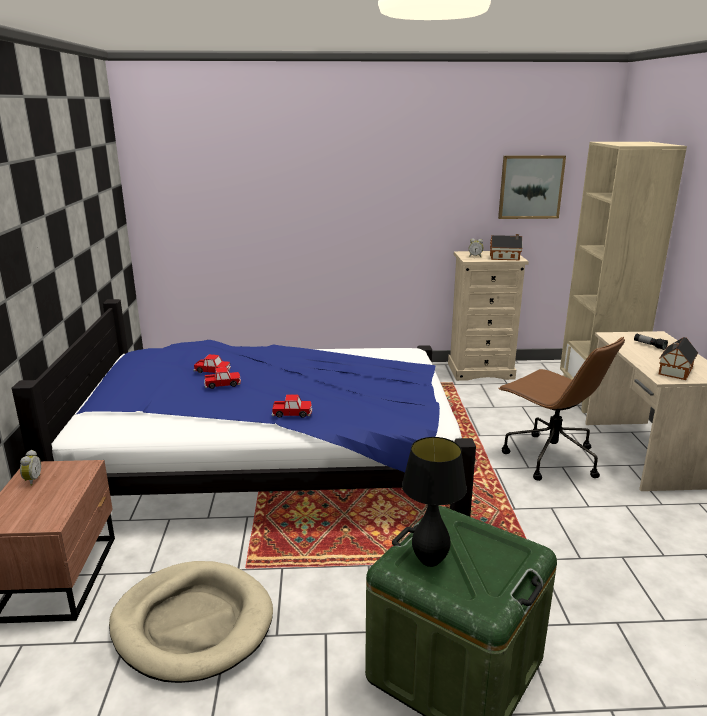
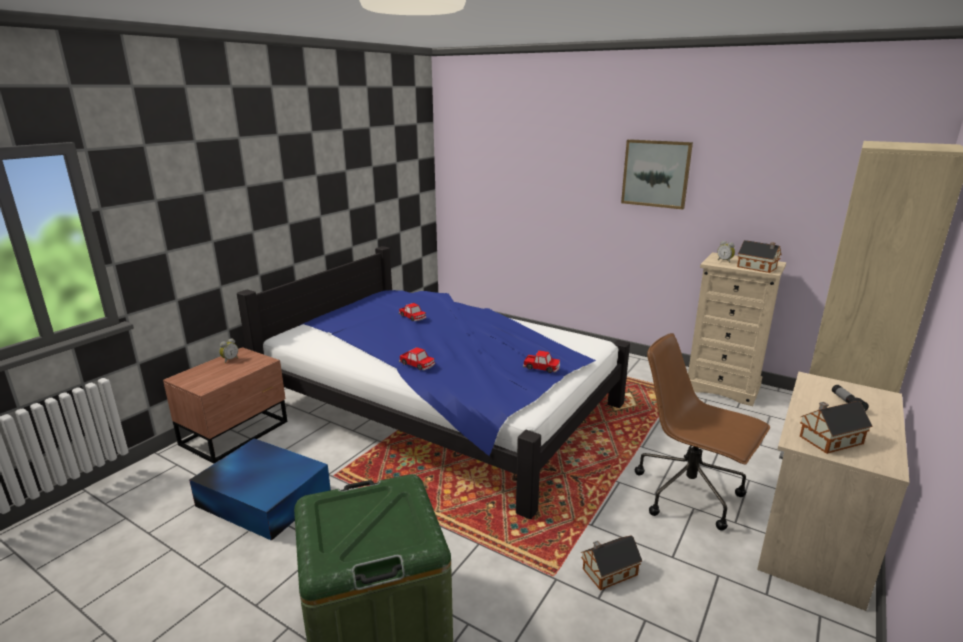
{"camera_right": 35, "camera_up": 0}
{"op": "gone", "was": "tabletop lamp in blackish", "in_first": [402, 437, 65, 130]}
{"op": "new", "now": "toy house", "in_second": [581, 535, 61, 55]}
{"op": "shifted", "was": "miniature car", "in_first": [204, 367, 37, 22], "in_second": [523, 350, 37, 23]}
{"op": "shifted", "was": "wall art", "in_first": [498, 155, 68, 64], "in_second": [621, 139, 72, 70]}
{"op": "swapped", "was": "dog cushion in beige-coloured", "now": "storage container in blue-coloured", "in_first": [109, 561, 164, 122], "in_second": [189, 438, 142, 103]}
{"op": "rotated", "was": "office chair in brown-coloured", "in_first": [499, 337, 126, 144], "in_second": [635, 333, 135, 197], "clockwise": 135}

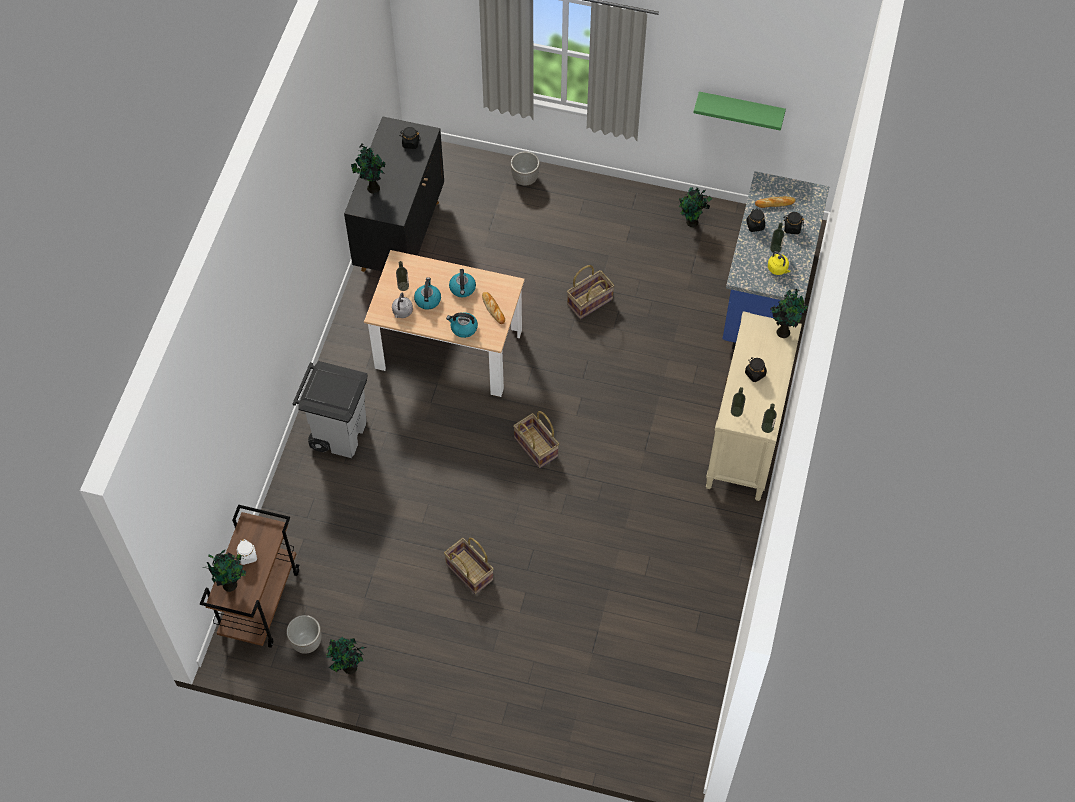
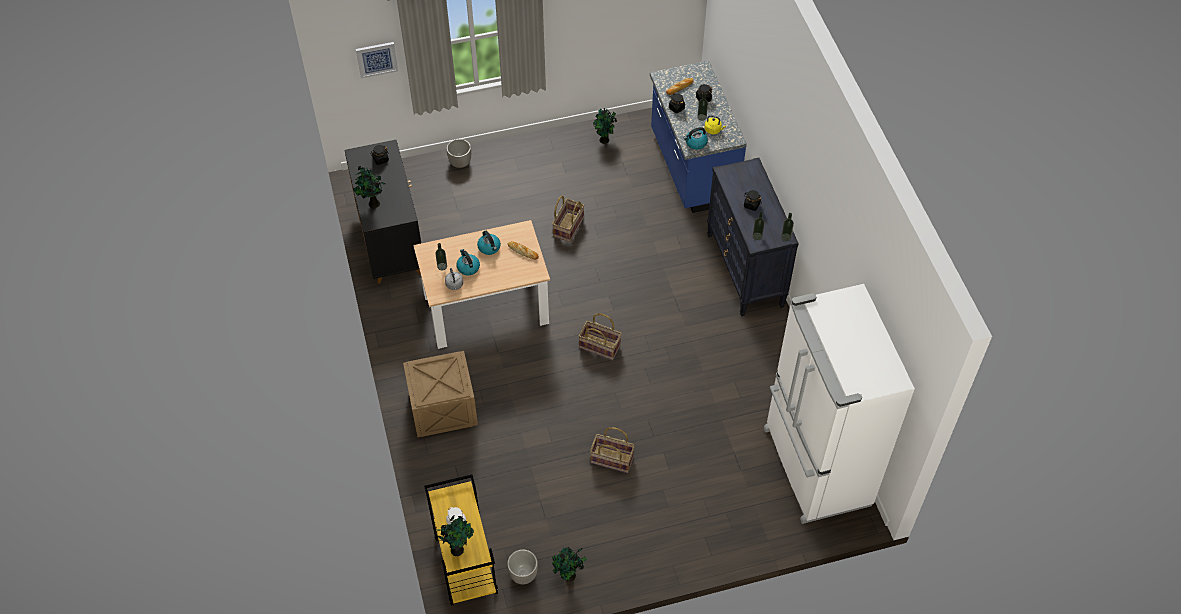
{"camera_right": -30, "camera_up": -5}
{"op": "gone", "was": "wall shelf in green", "in_first": [694, 92, 92, 39]}
{"op": "gone", "was": "houseplant", "in_first": [770, 289, 38, 49]}
{"op": "new", "now": "wall art", "in_second": [356, 42, 42, 36]}
{"op": "new", "now": "kitchen fridge in white-coloured", "in_second": [764, 284, 151, 240]}
{"op": "shifted", "was": "kettle", "in_first": [446, 312, 32, 26], "in_second": [683, 127, 25, 23]}
{"op": "swapped", "was": "waste bin in gray", "now": "shipping crate", "in_first": [292, 361, 75, 97], "in_second": [403, 351, 75, 86]}
{"op": "repainted", "was": "cart in brown-coloured", "now": "cart in yellow-coloured", "in_first": [200, 504, 99, 144], "in_second": [424, 474, 74, 132]}
{"op": "repainted", "was": "chest of drawers in beige-coloured", "now": "chest of drawers in blackish", "in_first": [706, 311, 96, 190], "in_second": [707, 158, 92, 158]}

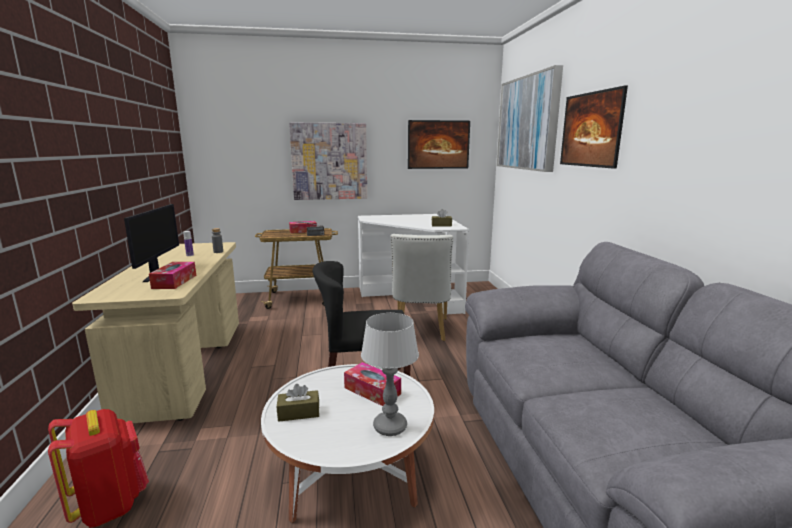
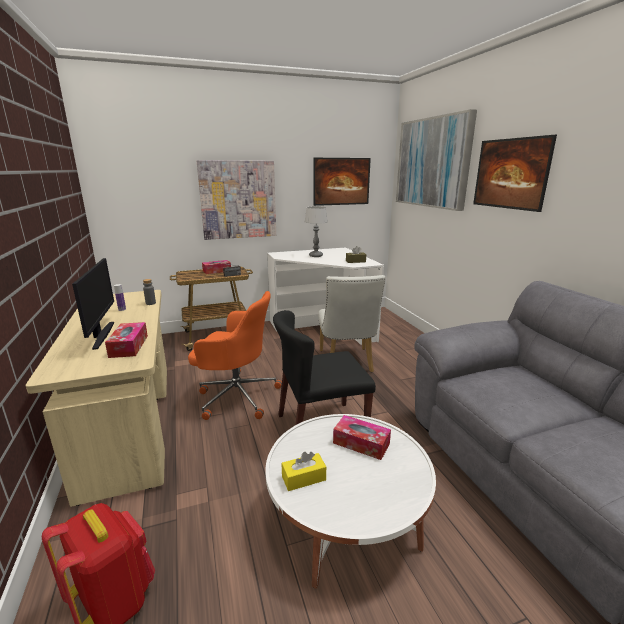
{"camera_right": -10, "camera_up": 5}
{"op": "new", "now": "office chair in orange-coloured", "in_second": [188, 291, 94, 129]}
{"op": "shifted", "was": "tabletop lamp", "in_first": [361, 313, 58, 123], "in_second": [305, 206, 23, 51]}
{"op": "repainted", "was": "tissue box in brown-coloured", "now": "tissue box in yellow-coloured", "in_first": [277, 384, 42, 38], "in_second": [282, 452, 44, 39]}

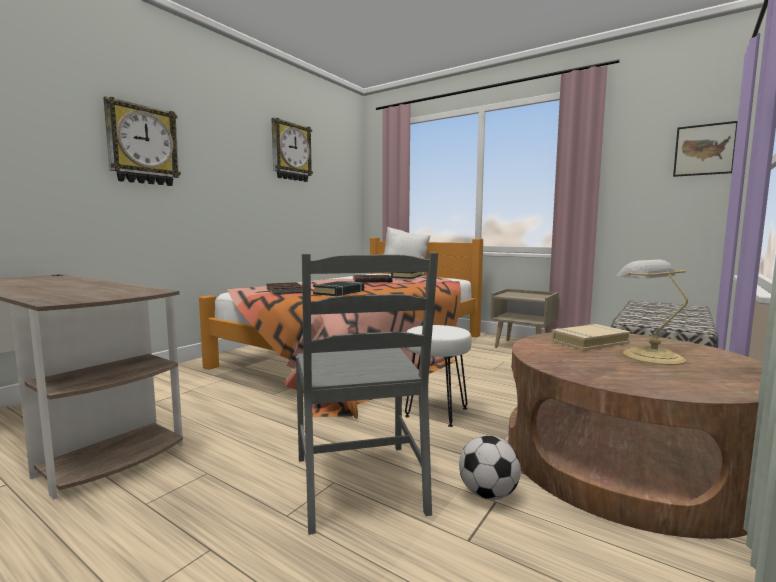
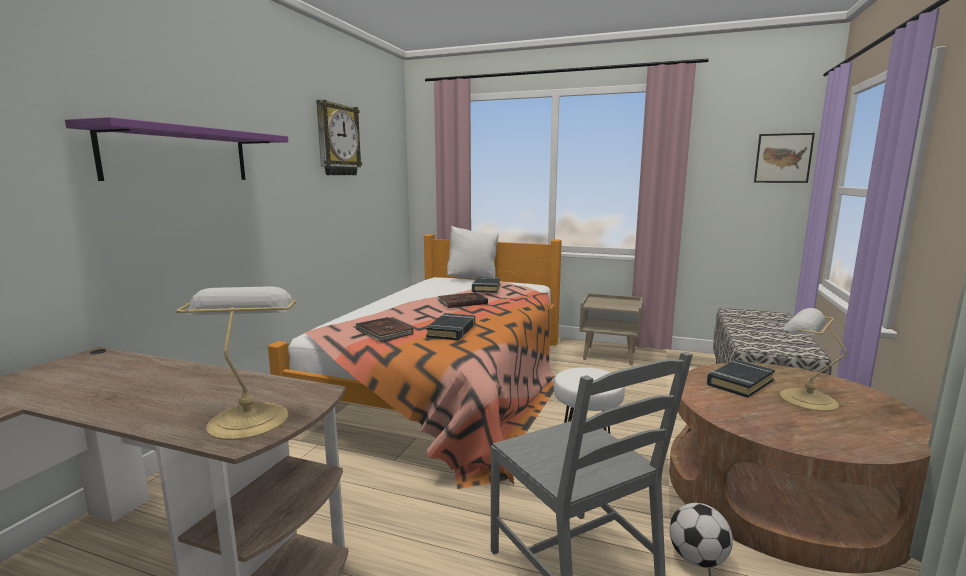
{"camera_right": -15, "camera_up": 5}
{"op": "new", "now": "tabletop lamp", "in_second": [175, 286, 121, 154]}
{"op": "swapped", "was": "wall clock", "now": "wall shelf in purplish", "in_first": [103, 96, 78, 90], "in_second": [65, 117, 223, 64]}
{"op": "repainted", "was": "volume in beige-coloured", "now": "volume in blackish", "in_first": [551, 324, 80, 27], "in_second": [707, 359, 68, 39]}

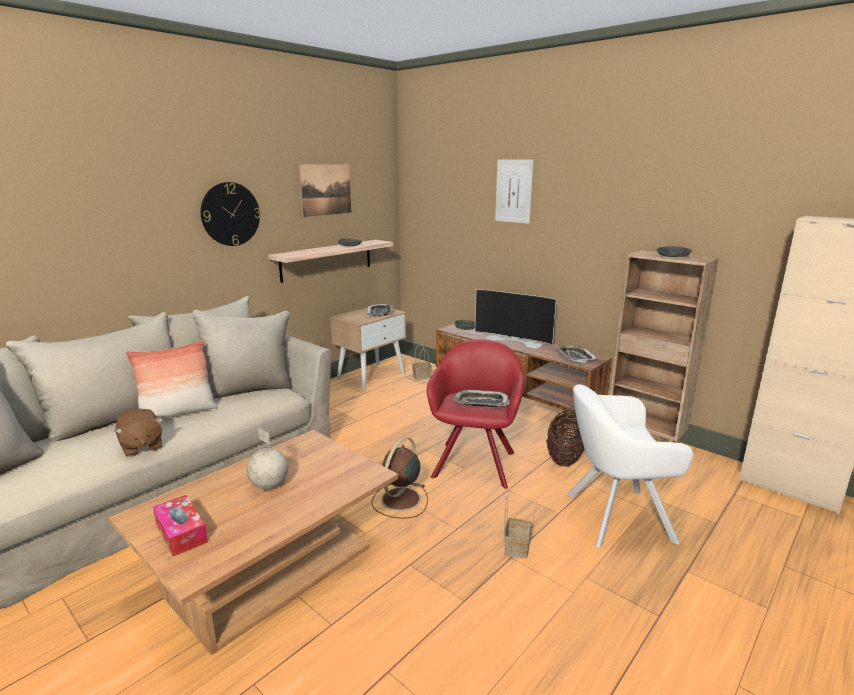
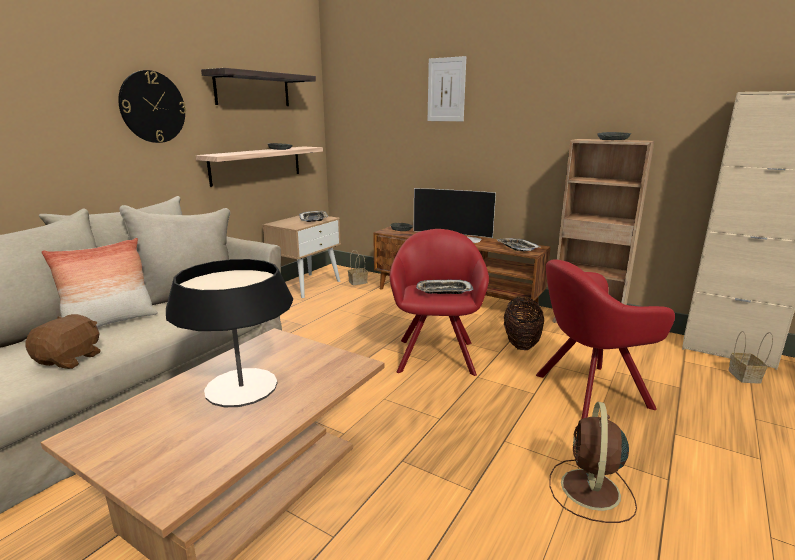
{"camera_right": -10, "camera_up": 0}
{"op": "gone", "was": "tissue box", "in_first": [153, 495, 55, 62]}
{"op": "shifted", "was": "electric fan in brown-coloured", "in_first": [372, 437, 56, 82], "in_second": [549, 402, 88, 121]}
{"op": "shifted", "was": "household basket", "in_first": [504, 496, 33, 63], "in_second": [728, 331, 45, 52]}
{"op": "swapped", "was": "globe", "now": "tabletop lamp", "in_first": [246, 428, 42, 61], "in_second": [166, 259, 127, 148]}
{"op": "swapped", "was": "wall art", "now": "wall shelf", "in_first": [299, 164, 52, 53], "in_second": [201, 68, 115, 38]}
{"op": "repainted", "was": "lounge chair in white-coloured", "now": "lounge chair in red-coloured", "in_first": [568, 384, 125, 164], "in_second": [536, 259, 139, 160]}
{"op": "rotated", "was": "plush toy in brown-coloured", "in_first": [114, 409, 49, 48], "in_second": [25, 314, 76, 55], "clockwise": -120}

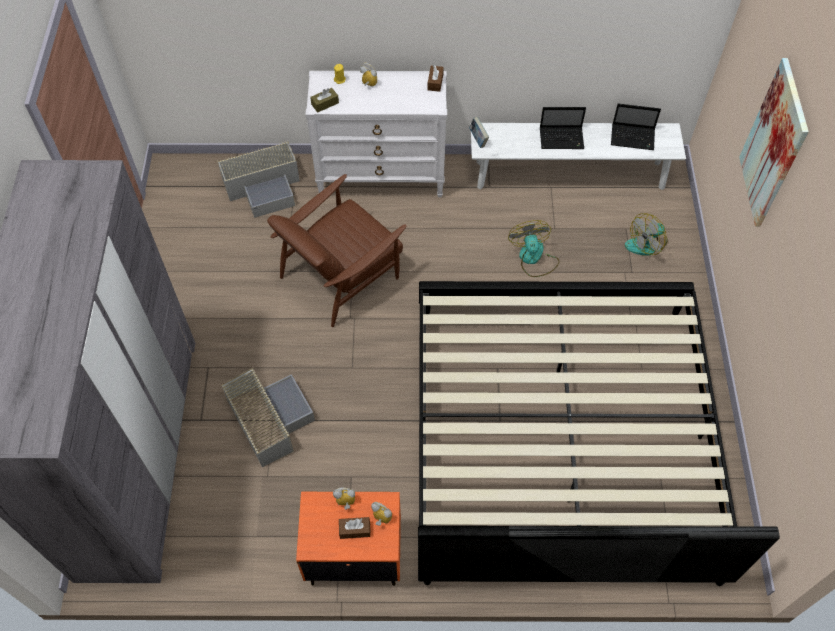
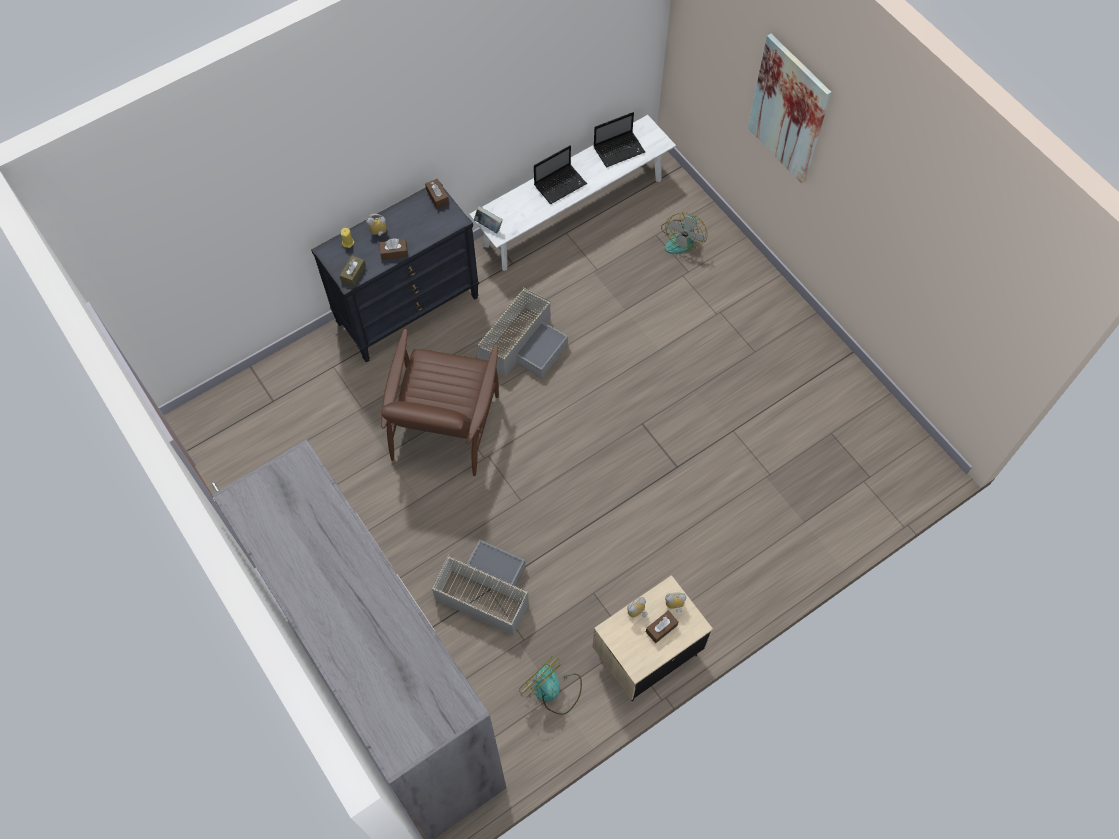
{"camera_right": -35, "camera_up": 5}
{"op": "gone", "was": "bed", "in_first": [418, 281, 362, 305]}
{"op": "new", "now": "tissue box in brown-coloured", "in_second": [379, 238, 29, 22]}
{"op": "shifted", "was": "storage container in gray", "in_first": [217, 140, 83, 78], "in_second": [477, 288, 91, 90]}
{"op": "shifted", "was": "electric fan", "in_first": [508, 220, 52, 57], "in_second": [519, 656, 63, 59]}
{"op": "repainted", "was": "nightstand in orange-coloured", "now": "nightstand in beige-coloured", "in_first": [296, 492, 105, 94], "in_second": [593, 575, 120, 126]}
{"op": "repainted", "was": "chest of drawers in white-coloured", "now": "chest of drawers in blackish", "in_first": [305, 71, 142, 126], "in_second": [311, 181, 168, 181]}

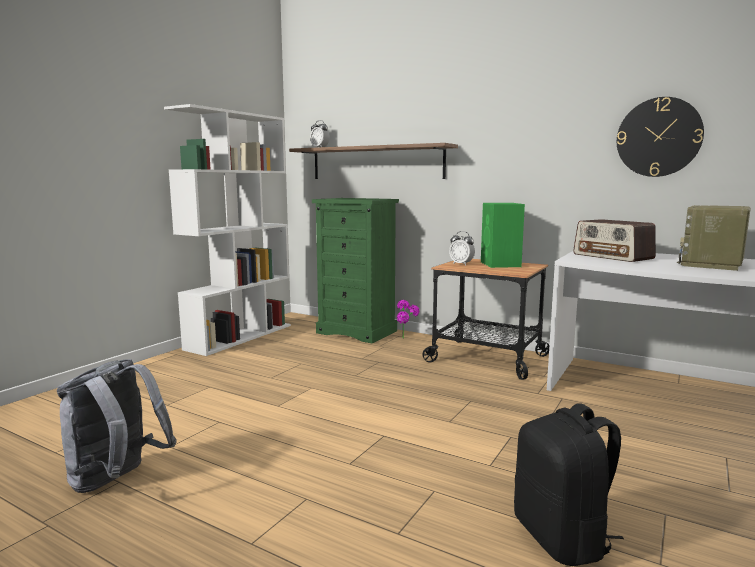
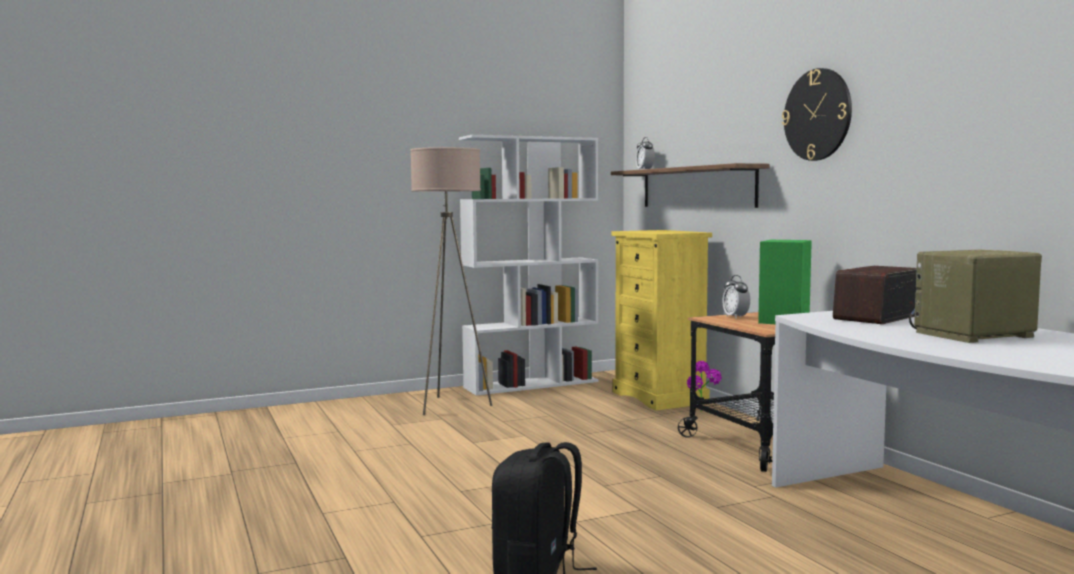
{"camera_right": 35, "camera_up": -5}
{"op": "gone", "was": "rucksack in gray", "in_first": [57, 359, 120, 134]}
{"op": "new", "now": "standard lamp in beige-coloured", "in_second": [410, 147, 82, 268]}
{"op": "shifted", "was": "wall clock", "in_first": [617, 97, 87, 80], "in_second": [782, 68, 70, 93]}
{"op": "repainted", "was": "chest of drawers in green", "now": "chest of drawers in yellow-coloured", "in_first": [312, 198, 87, 145], "in_second": [611, 230, 101, 181]}
{"op": "rotated", "was": "radio set", "in_first": [573, 219, 83, 43], "in_second": [833, 266, 87, 58], "clockwise": 45}

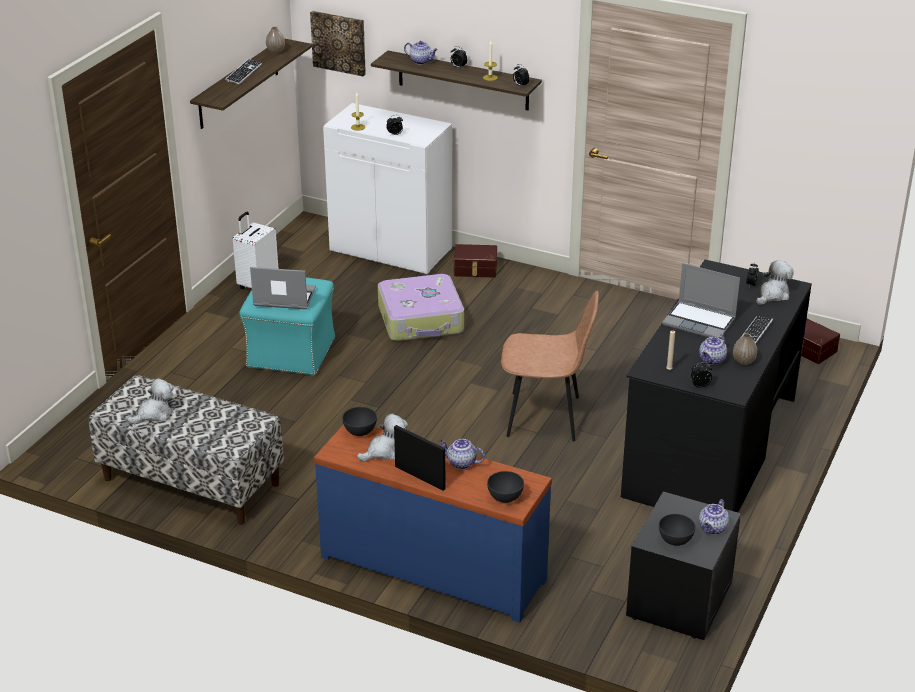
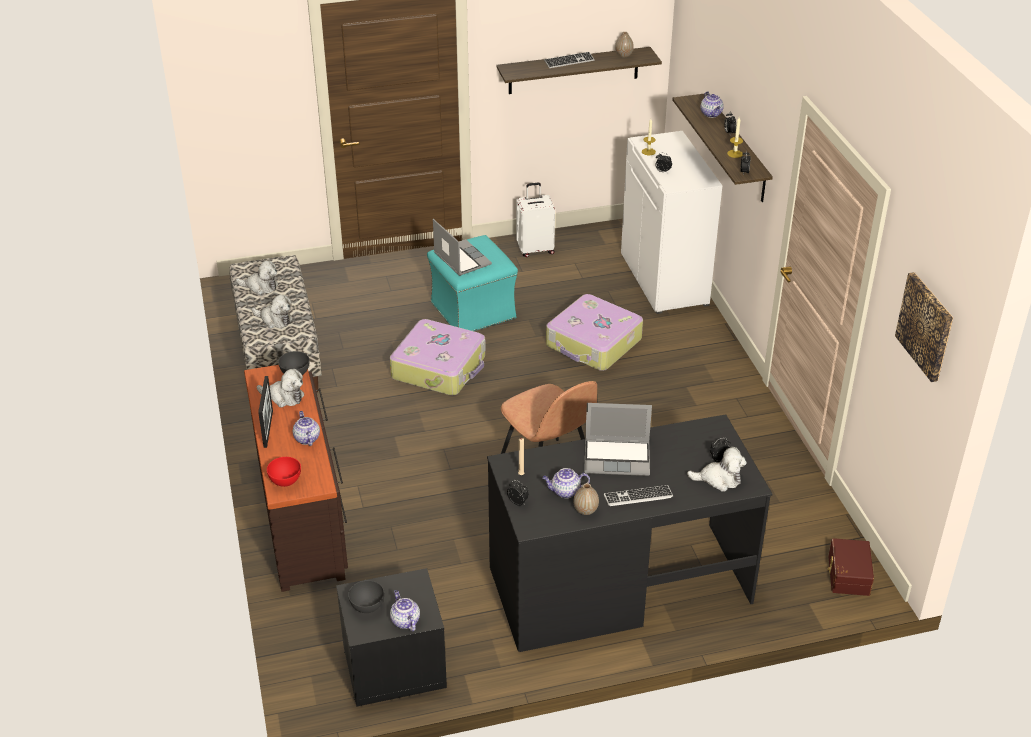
{"camera_right": 50, "camera_up": 5}
{"op": "gone", "was": "storage container in brown-coloured", "in_first": [454, 244, 43, 34]}
{"op": "new", "now": "plush toy", "in_second": [252, 295, 41, 33]}
{"op": "new", "now": "travel case", "in_second": [390, 319, 96, 77]}
{"op": "shifted", "was": "wall art", "in_first": [310, 11, 56, 65], "in_second": [895, 272, 58, 110]}
{"op": "repainted", "was": "chest of drawers in blue-coloured", "now": "chest of drawers in brown-coloured", "in_first": [314, 424, 238, 199], "in_second": [244, 365, 104, 227]}
{"op": "repainted", "was": "bowl in gray", "now": "bowl in red-coloured", "in_first": [487, 471, 37, 32], "in_second": [267, 457, 34, 30]}
{"op": "rotated", "was": "portable computer", "in_first": [662, 263, 78, 75], "in_second": [584, 403, 68, 73], "clockwise": -75}
{"op": "rotated", "was": "pot for tea", "in_first": [699, 499, 30, 36], "in_second": [390, 590, 30, 41], "clockwise": 75}

